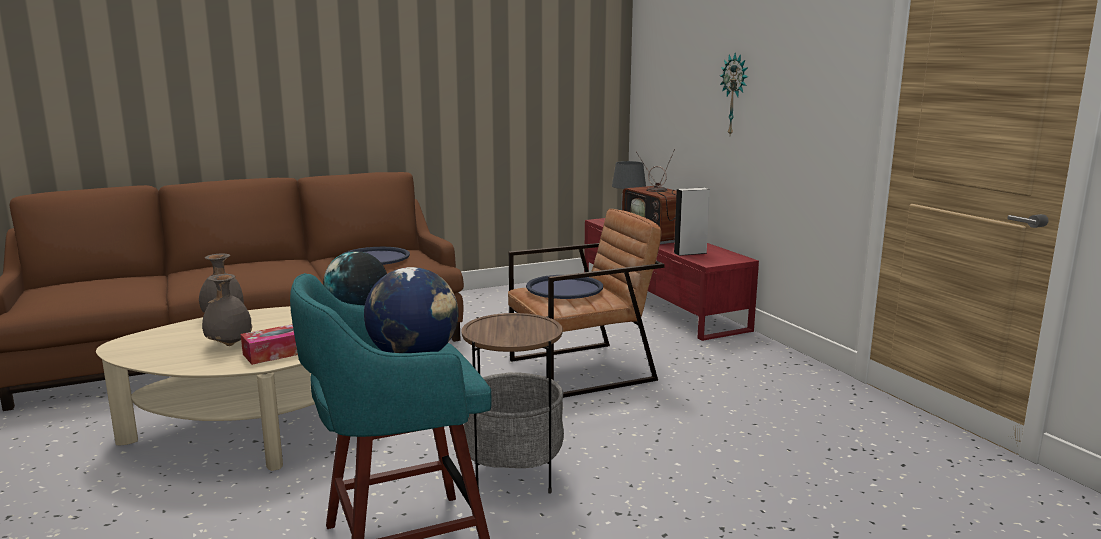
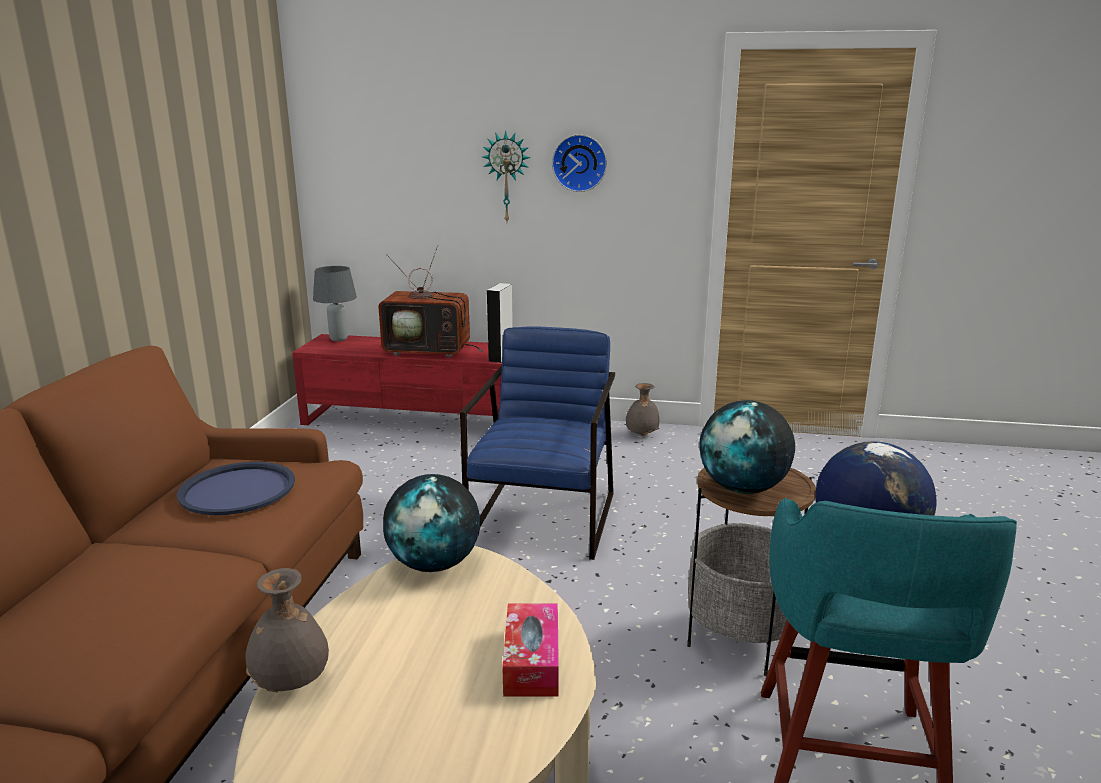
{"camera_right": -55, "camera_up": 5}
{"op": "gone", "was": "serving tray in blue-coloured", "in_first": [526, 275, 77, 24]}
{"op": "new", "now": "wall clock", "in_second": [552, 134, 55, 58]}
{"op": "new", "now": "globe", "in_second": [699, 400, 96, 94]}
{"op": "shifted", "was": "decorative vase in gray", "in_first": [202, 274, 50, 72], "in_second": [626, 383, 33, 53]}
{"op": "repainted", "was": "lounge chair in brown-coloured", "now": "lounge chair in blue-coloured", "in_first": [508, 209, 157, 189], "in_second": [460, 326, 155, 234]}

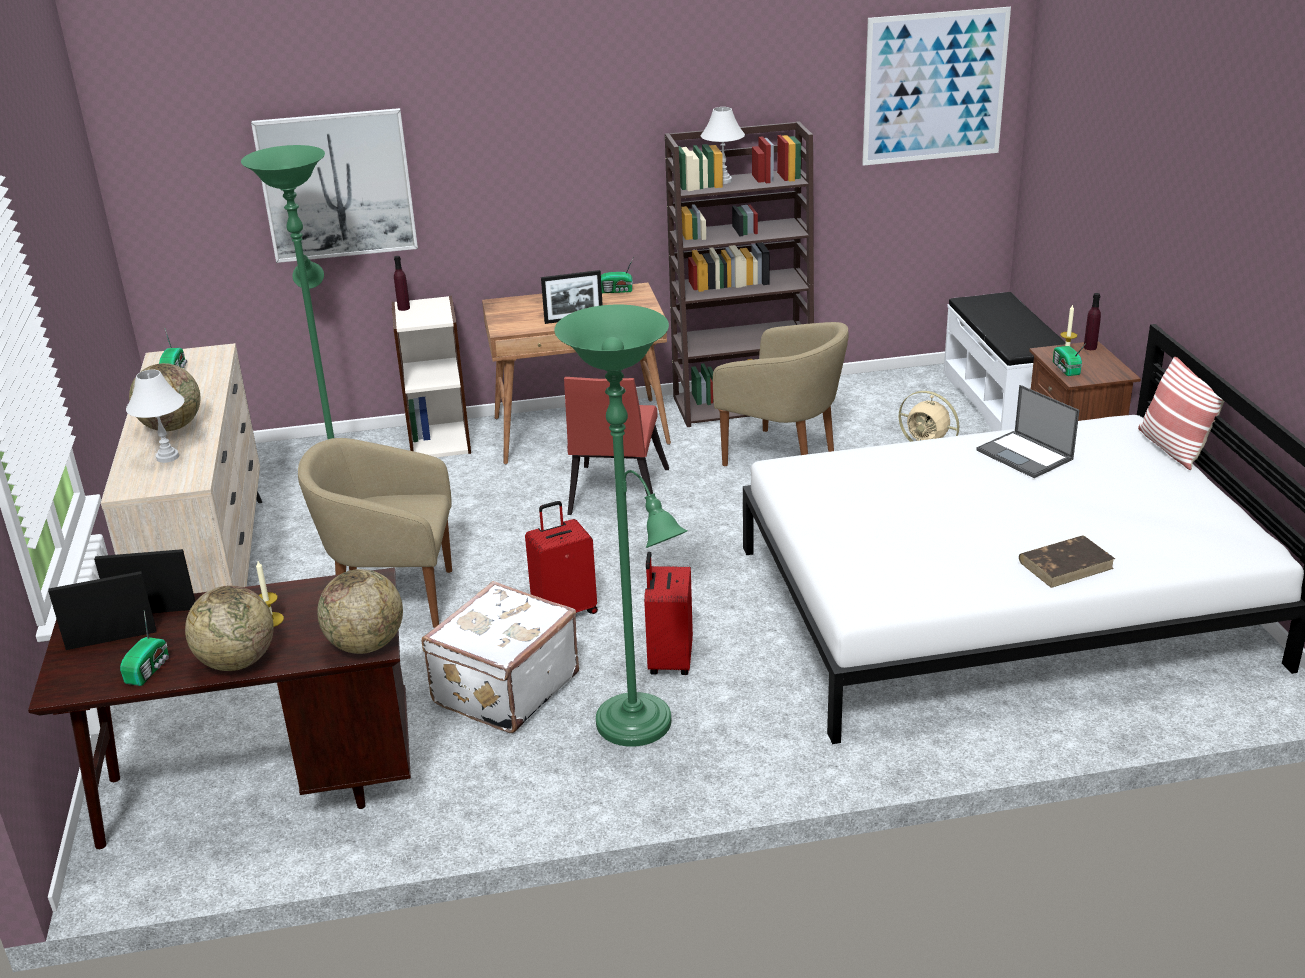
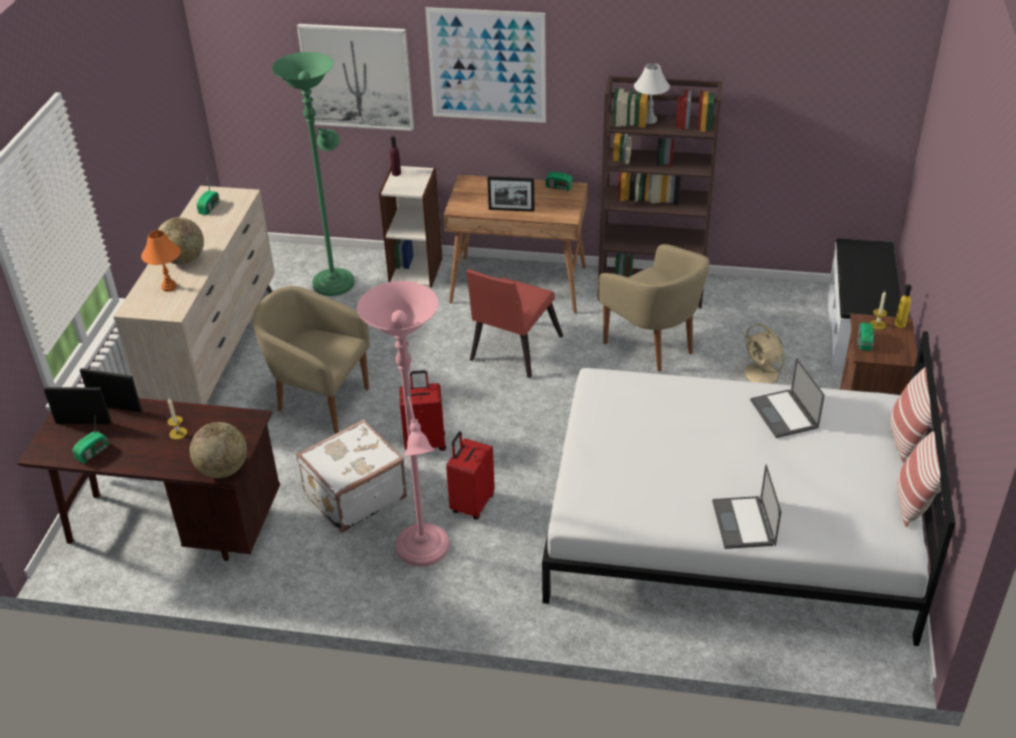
{"camera_right": 20, "camera_up": 10}
{"op": "gone", "was": "globe", "in_first": [185, 585, 89, 86]}
{"op": "new", "now": "throw pillow", "in_second": [897, 422, 49, 105]}
{"op": "shifted", "was": "wall art", "in_first": [862, 7, 149, 159], "in_second": [425, 7, 121, 116]}
{"op": "swapped", "was": "volume in brown-coloured", "now": "portable computer", "in_first": [1019, 535, 96, 53], "in_second": [712, 464, 70, 85]}
{"op": "repainted", "was": "tabletop lamp in white-coloured", "now": "tabletop lamp in orange-coloured", "in_first": [126, 370, 59, 93], "in_second": [141, 230, 40, 62]}
{"op": "repainted", "was": "standard lamp in green", "now": "standard lamp in pinkish", "in_first": [554, 305, 134, 442], "in_second": [357, 281, 92, 286]}
{"op": "repainted", "was": "bottle in purplish", "now": "bottle in yellow-coloured", "in_first": [1084, 293, 17, 57], "in_second": [895, 284, 17, 44]}

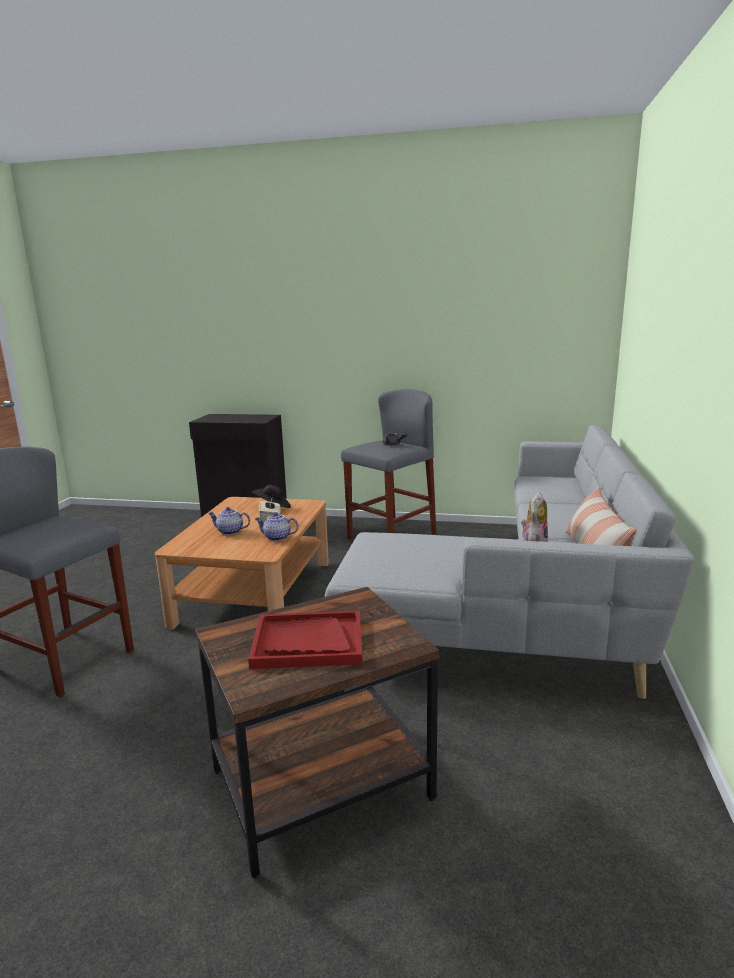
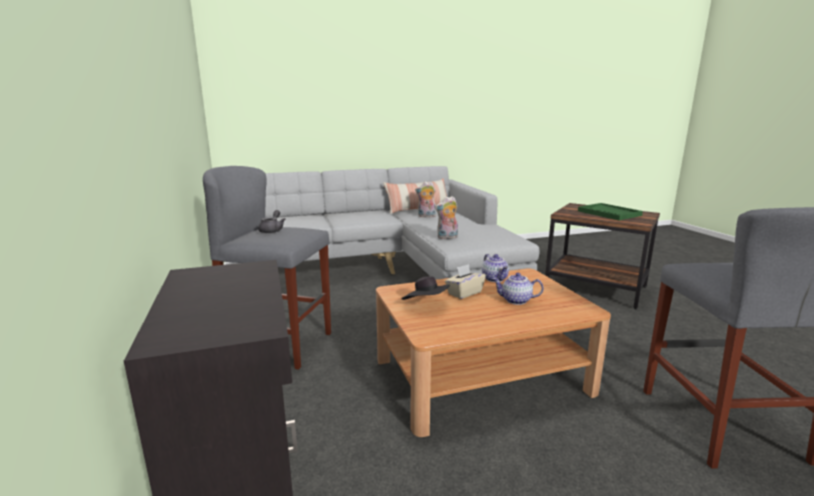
{"camera_right": -120, "camera_up": 0}
{"op": "new", "now": "plush toy", "in_second": [435, 196, 23, 43]}
{"op": "repainted", "was": "serving tray in red-coloured", "now": "serving tray in green", "in_first": [248, 611, 115, 58], "in_second": [578, 203, 65, 17]}
{"op": "rotated", "was": "pot for tea", "in_first": [208, 507, 42, 28], "in_second": [492, 273, 52, 32], "clockwise": 120}

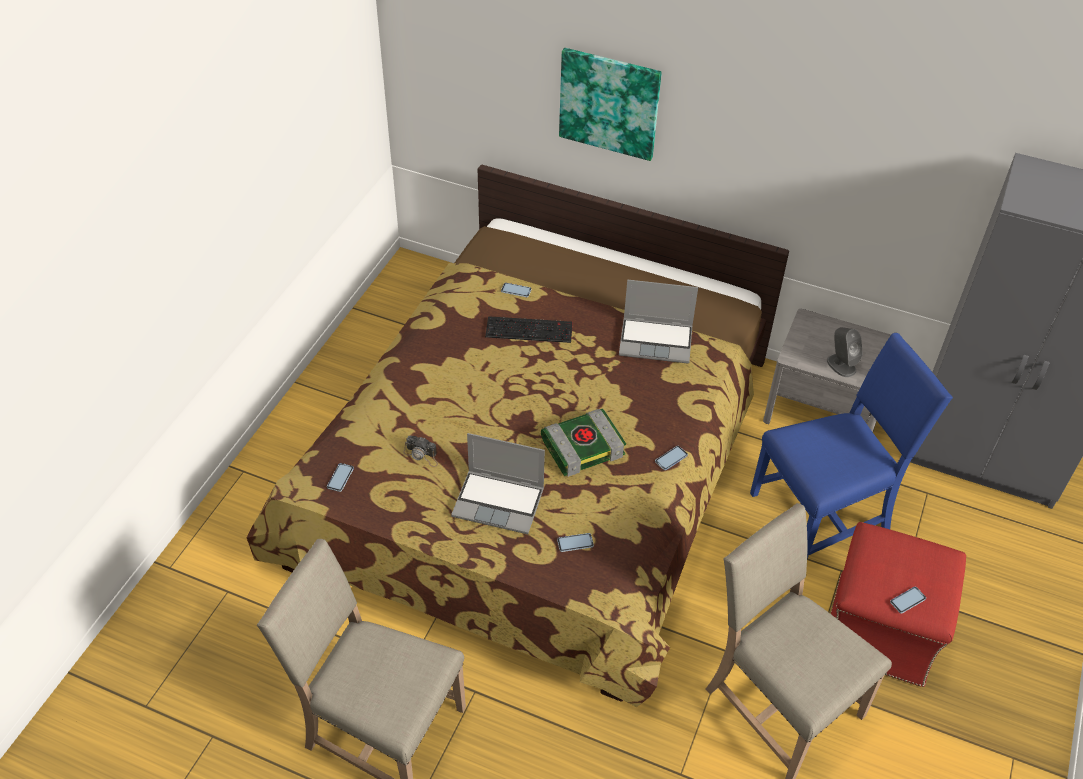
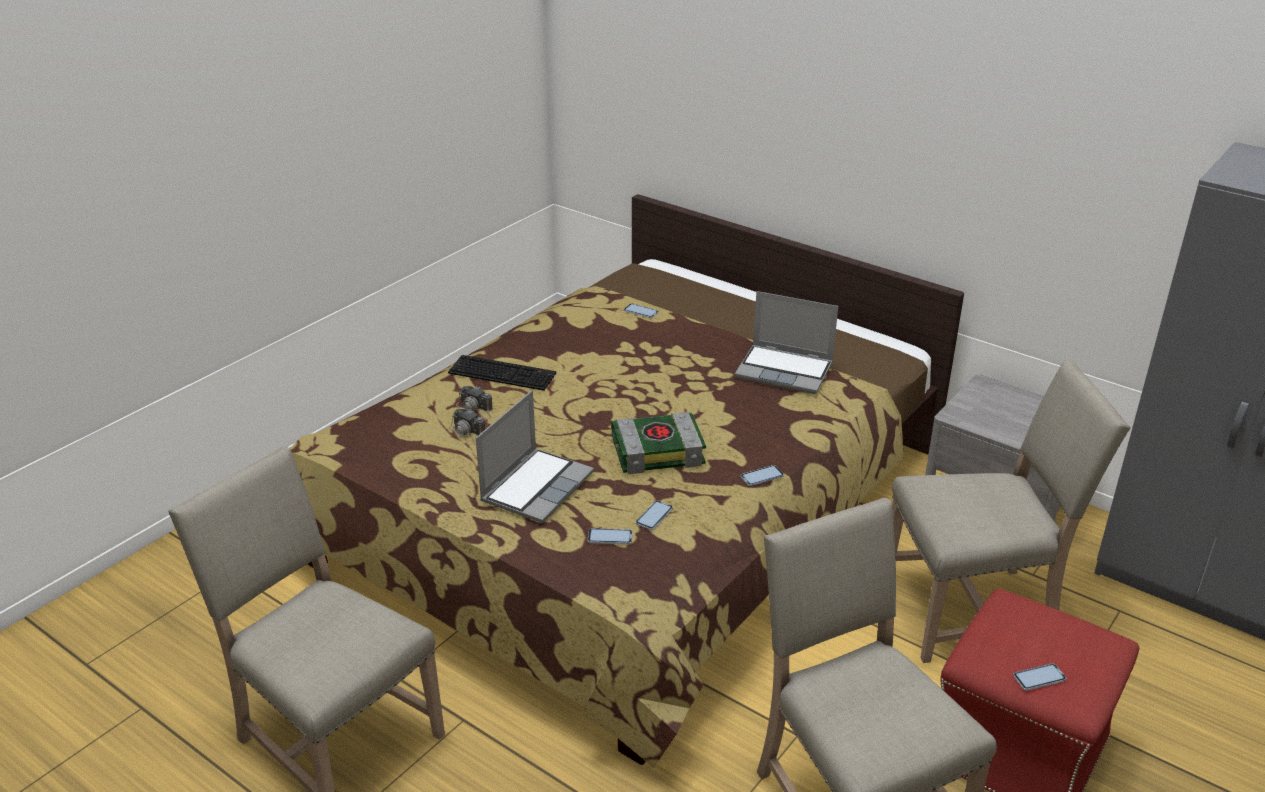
{"camera_right": 15, "camera_up": -15}
{"op": "gone", "was": "wall art", "in_first": [559, 48, 103, 113]}
{"op": "gone", "was": "loudspeaker in gray", "in_first": [827, 327, 36, 50]}
{"op": "new", "now": "still camera", "in_second": [456, 386, 37, 34]}
{"op": "shifted", "was": "phone", "in_first": [327, 463, 27, 29], "in_second": [636, 501, 37, 29]}
{"op": "shifted", "was": "computer keyboard", "in_first": [485, 316, 88, 27], "in_second": [448, 355, 109, 36]}
{"op": "repainted", "was": "plain chair in blue-coloured", "now": "plain chair in beige-coloured", "in_first": [750, 333, 203, 226], "in_second": [892, 360, 238, 303]}
{"op": "rotated", "was": "portable computer", "in_first": [451, 433, 94, 101], "in_second": [476, 391, 118, 132], "clockwise": -90}

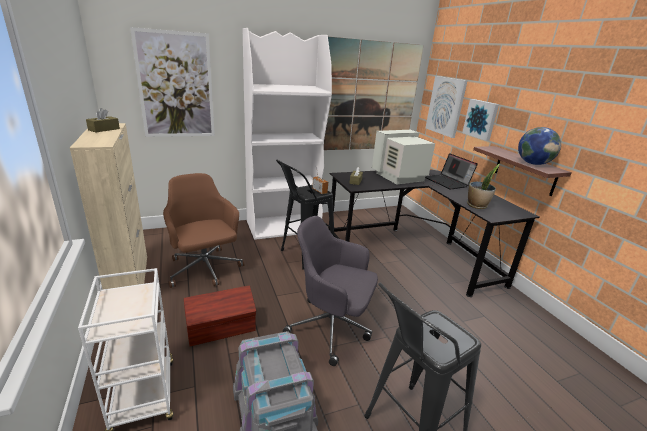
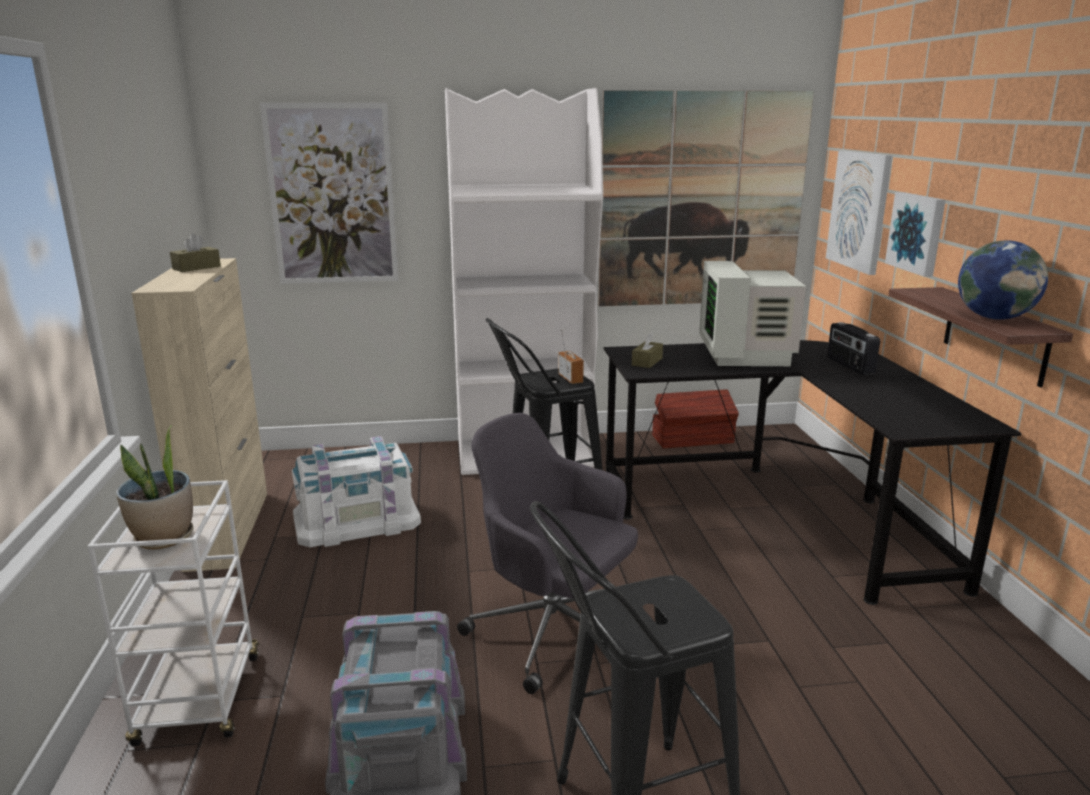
{"camera_right": 15, "camera_up": -5}
{"op": "shifted", "was": "storage container in brown-coloured", "in_first": [184, 285, 72, 61], "in_second": [652, 389, 87, 59]}
{"op": "shifted", "was": "houseplant", "in_first": [467, 164, 33, 45], "in_second": [116, 425, 77, 125]}
{"op": "swapped", "was": "office chair in brown-coloured", "now": "storage container in white-coloured", "in_first": [163, 173, 81, 115], "in_second": [292, 436, 129, 111]}
{"op": "swapped", "was": "portable computer", "now": "radio set", "in_first": [425, 153, 53, 36], "in_second": [827, 322, 53, 53]}
{"op": "rotated", "was": "monitor", "in_first": [372, 130, 63, 54], "in_second": [699, 261, 107, 105], "clockwise": -75}

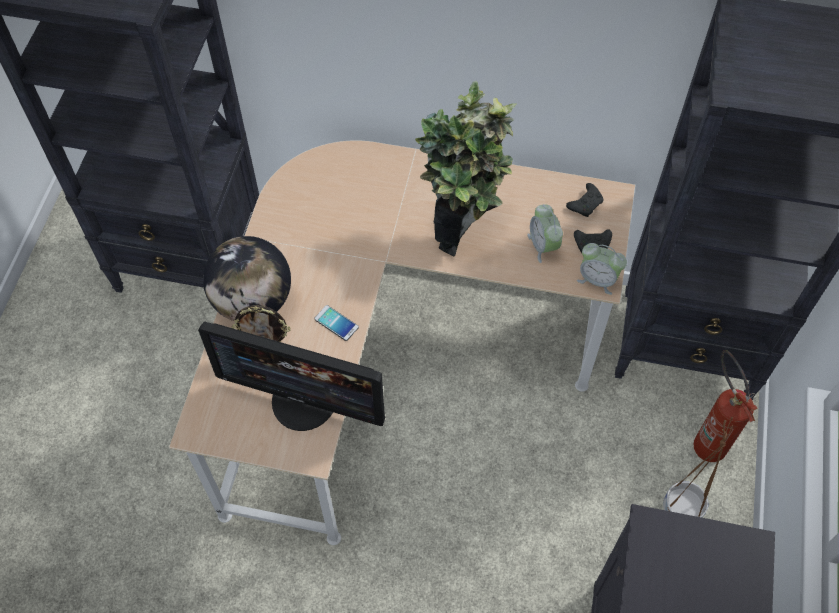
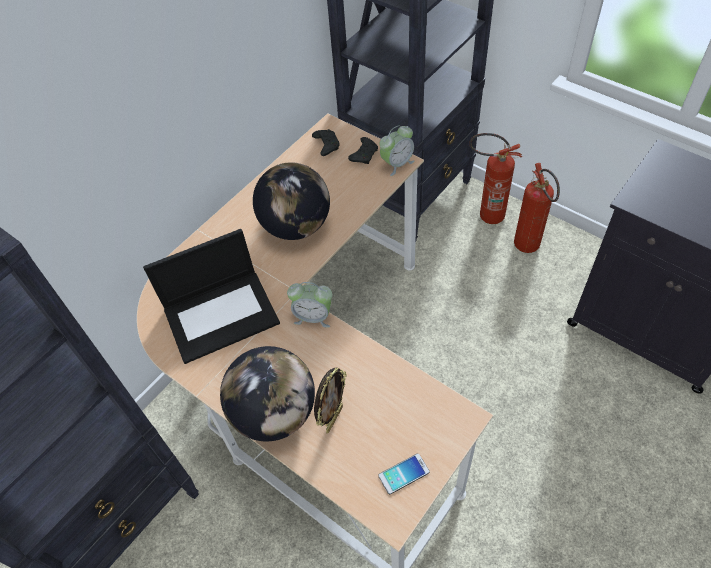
{"camera_right": -60, "camera_up": -5}
{"op": "gone", "was": "monitor", "in_first": [198, 322, 187, 109]}
{"op": "new", "now": "portable computer", "in_second": [143, 229, 137, 135]}
{"op": "shifted", "was": "phone", "in_first": [314, 305, 45, 36], "in_second": [378, 454, 52, 40]}
{"op": "shifted", "was": "bedside clock", "in_first": [527, 204, 36, 59], "in_second": [287, 282, 45, 46]}
{"op": "swapped", "was": "houseplant", "now": "globe", "in_first": [415, 81, 102, 176], "in_second": [253, 162, 77, 78]}
{"op": "swapped", "was": "plant pot in brown-coloured", "now": "extinguisher", "in_first": [663, 417, 70, 101], "in_second": [514, 163, 46, 90]}

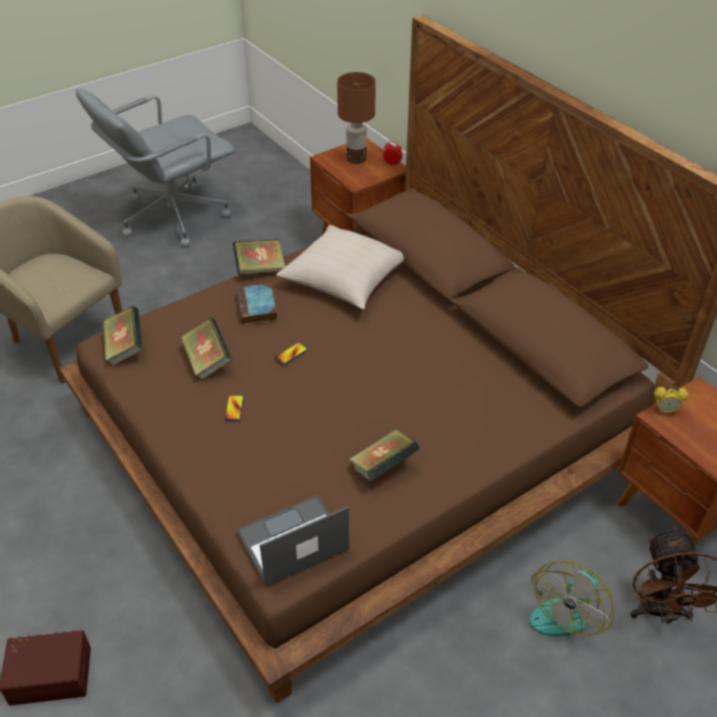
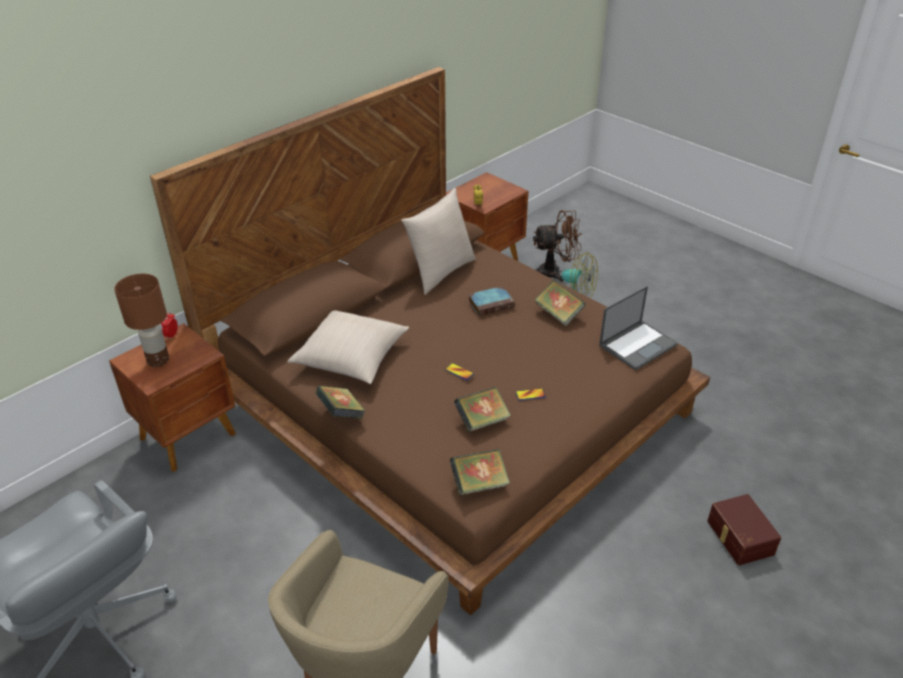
{"camera_right": -100, "camera_up": -5}
{"op": "new", "now": "throw pillow in beige-coloured", "in_second": [401, 188, 75, 107]}
{"op": "shifted", "was": "volume", "in_first": [236, 283, 41, 42], "in_second": [468, 286, 47, 30]}
{"op": "rotated", "was": "portable computer", "in_first": [237, 495, 113, 91], "in_second": [599, 286, 79, 85], "clockwise": -90}

